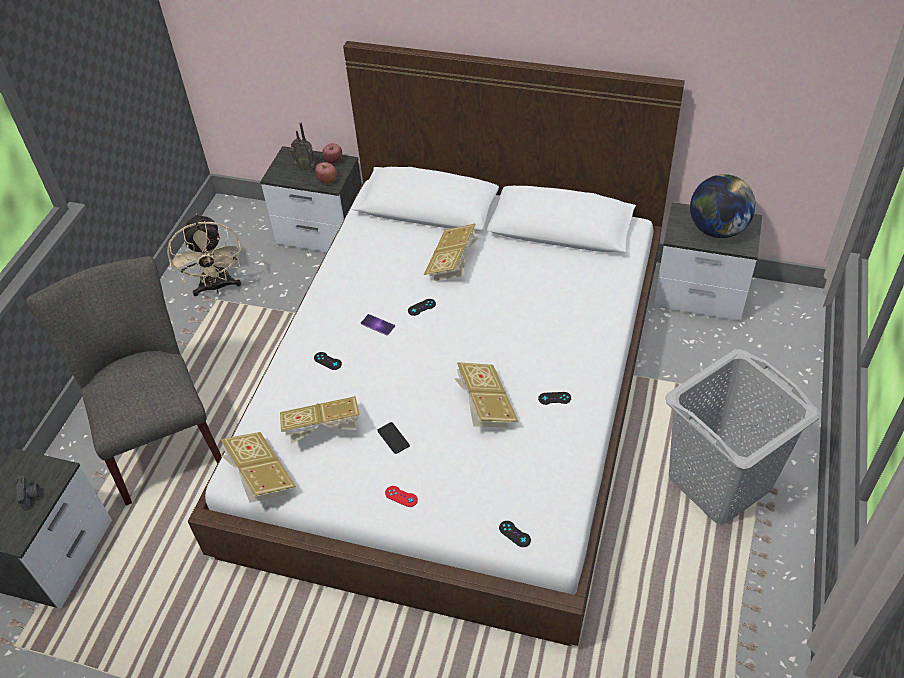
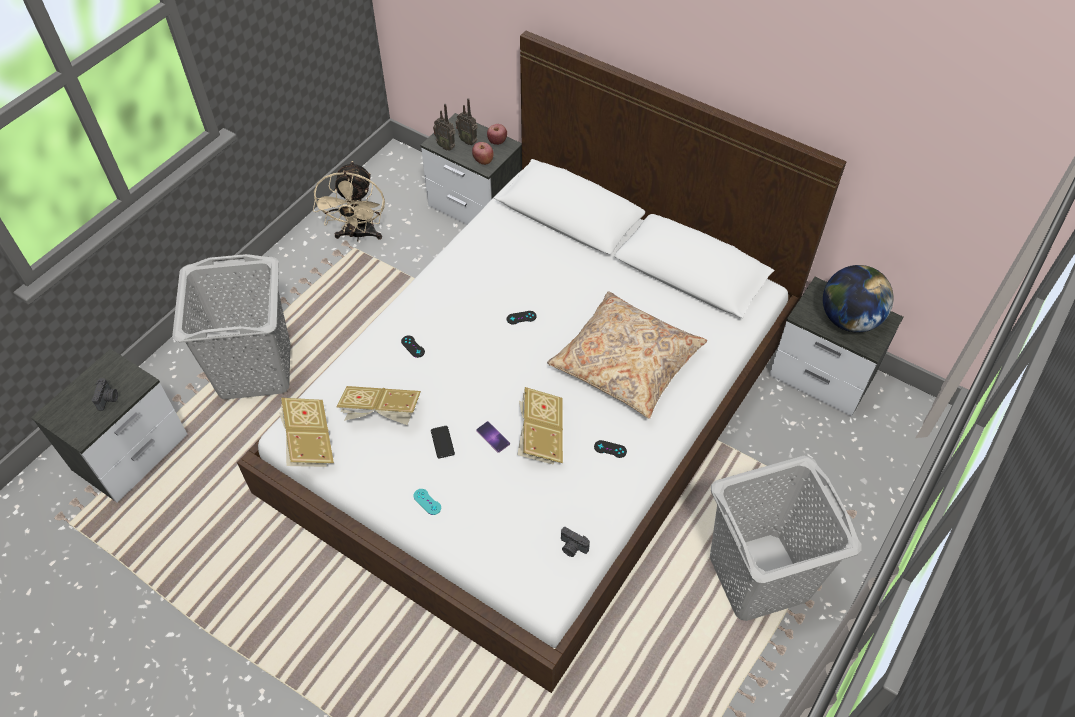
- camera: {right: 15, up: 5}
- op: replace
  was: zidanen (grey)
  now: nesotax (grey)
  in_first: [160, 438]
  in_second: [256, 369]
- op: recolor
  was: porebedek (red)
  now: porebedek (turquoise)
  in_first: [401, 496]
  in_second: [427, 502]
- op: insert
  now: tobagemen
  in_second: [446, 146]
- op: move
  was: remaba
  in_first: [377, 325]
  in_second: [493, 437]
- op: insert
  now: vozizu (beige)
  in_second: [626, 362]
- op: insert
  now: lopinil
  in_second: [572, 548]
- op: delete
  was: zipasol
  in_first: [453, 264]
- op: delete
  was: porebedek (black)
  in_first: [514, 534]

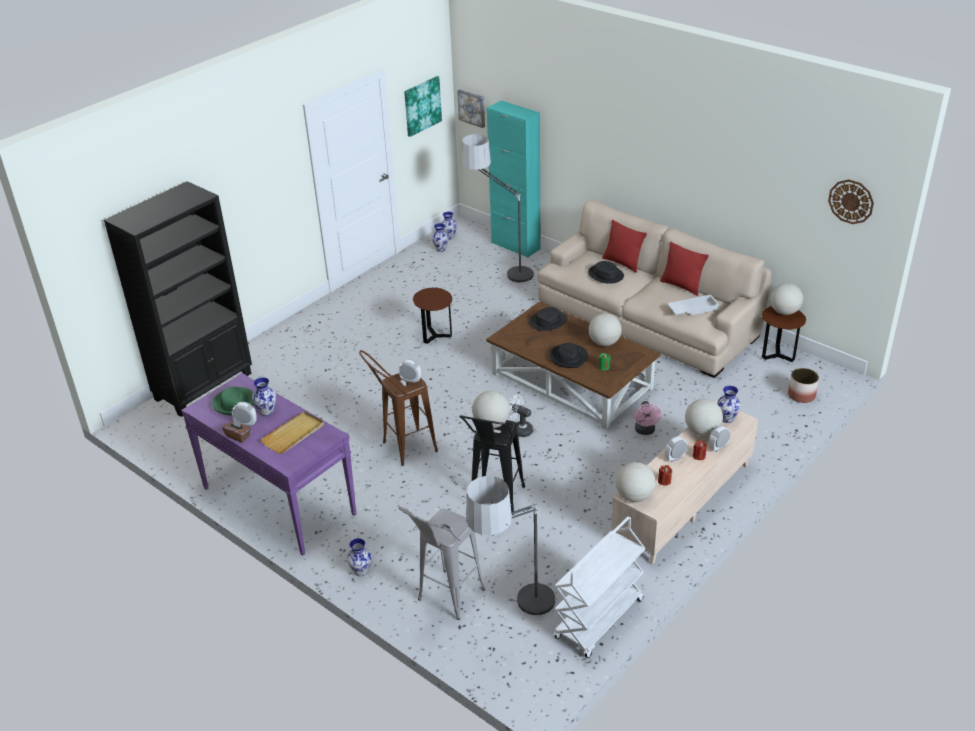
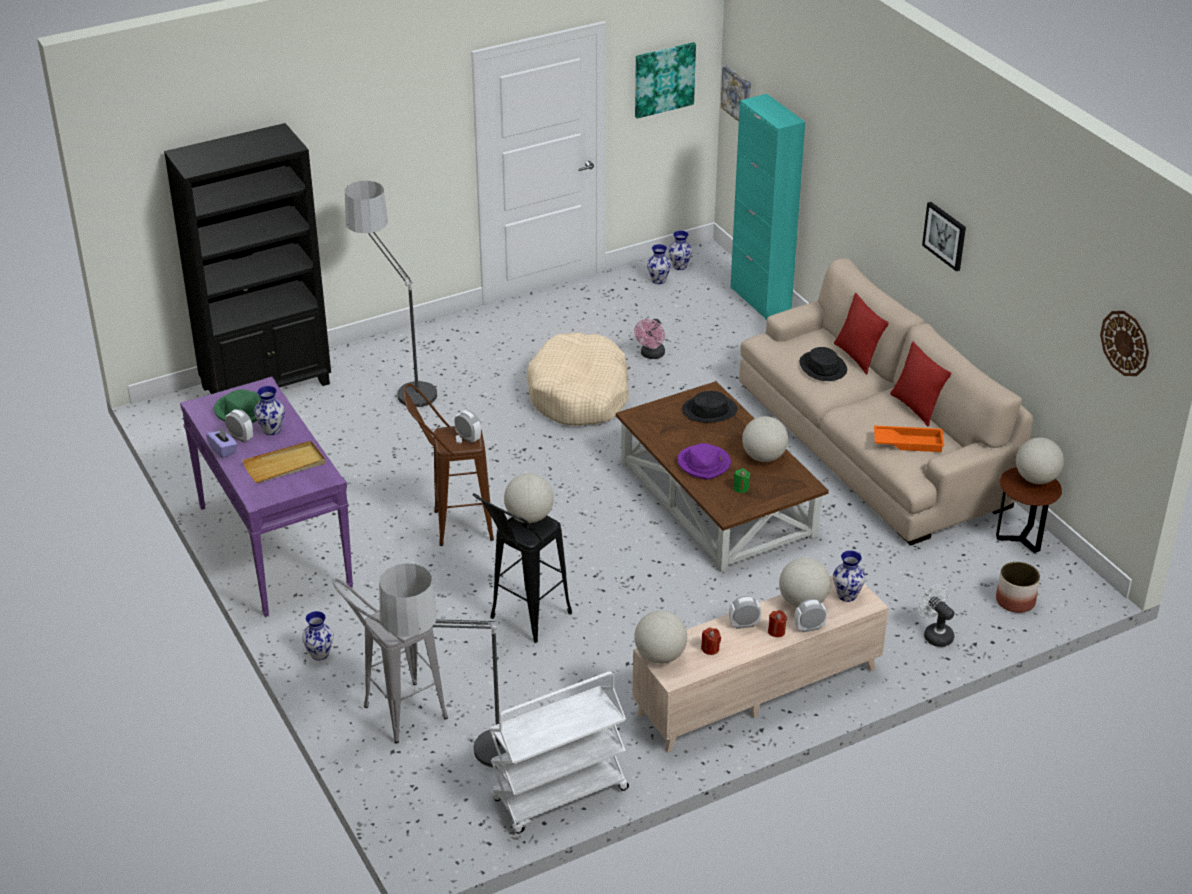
- camera: {right: 20, up: 0}
- op: recolor
  was: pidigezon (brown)
  now: pidigezon (purple)
  in_first: [238, 436]
  in_second: [223, 450]
- op: move
  was: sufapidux
  in_first: [500, 271]
  in_second: [397, 383]
- op: replace
  was: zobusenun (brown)
  now: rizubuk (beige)
  in_first: [435, 336]
  in_second: [579, 394]
- op: move
  was: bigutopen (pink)
  in_first: [645, 431]
  in_second: [651, 355]
- op: recolor
  was: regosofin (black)
  now: regosofin (purple)
  in_first: [568, 357]
  in_second: [704, 464]
- op: recolor
  was: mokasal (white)
  now: mokasal (orange)
  in_first: [692, 308]
  in_second: [908, 442]
- op: move
  was: bigutopen (white)
  in_first: [519, 429]
  in_second: [935, 634]
- op: insert
  now: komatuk
  in_second: [945, 235]

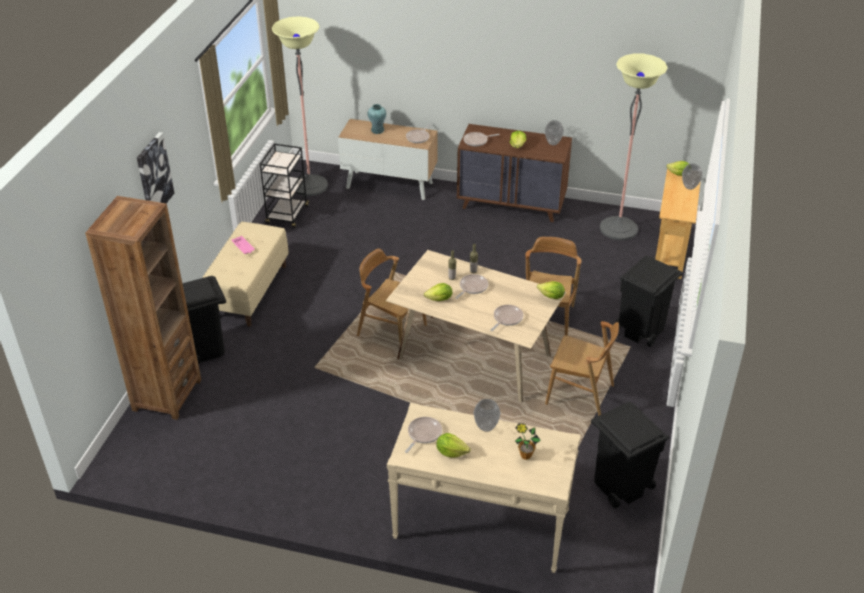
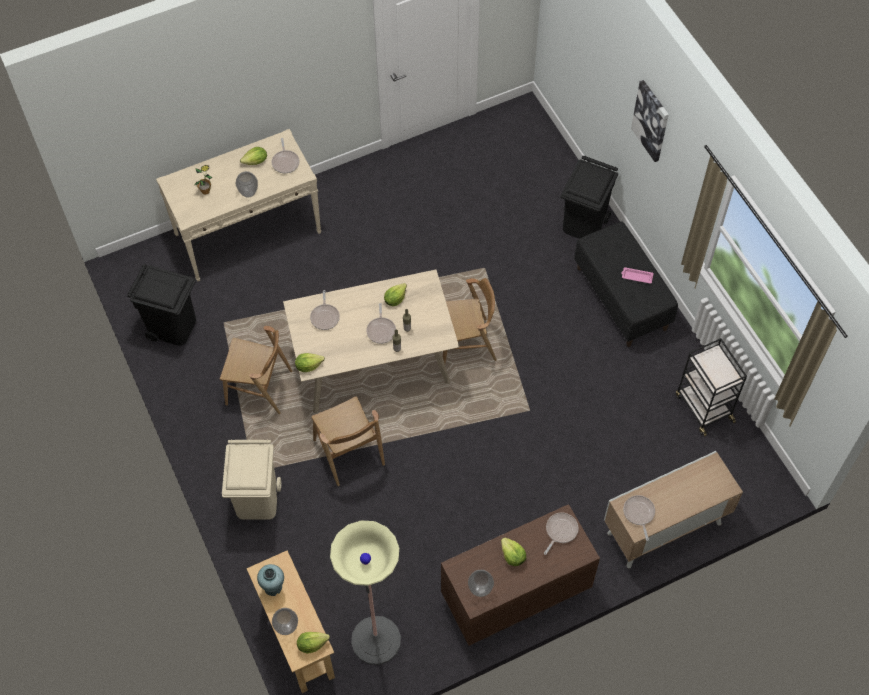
- camera: {right: 140, up: 20}
- op: rotate
  was: zidanen (brown)
  in_first: [580, 395]
  in_second: [259, 388]
  clockwise: -150
- op: recolor
  was: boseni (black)
  now: boseni (beige)
  in_first: [641, 329]
  in_second: [257, 500]
- op: move
  was: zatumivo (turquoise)
  in_first: [377, 130]
  in_second: [273, 587]
- op: recolor
  was: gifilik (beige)
  now: gifilik (black)
  in_first: [248, 291]
  in_second: [622, 298]
- op: delete
  was: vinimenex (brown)
  in_first: [167, 395]
- op: delete
  was: sufapidux
  in_first: [309, 186]

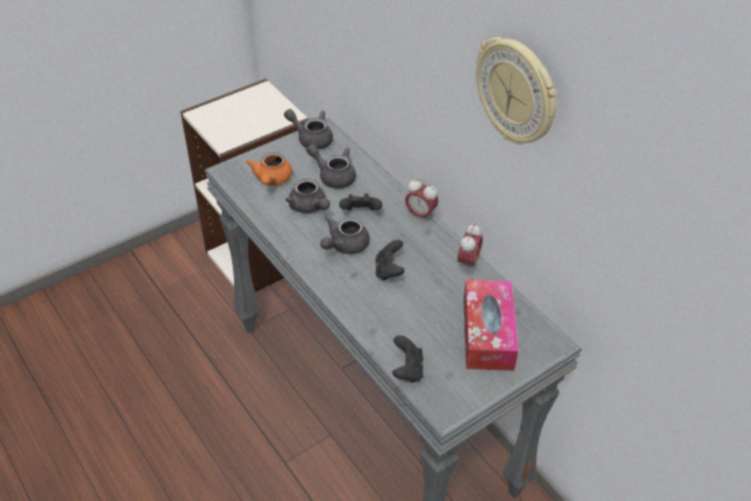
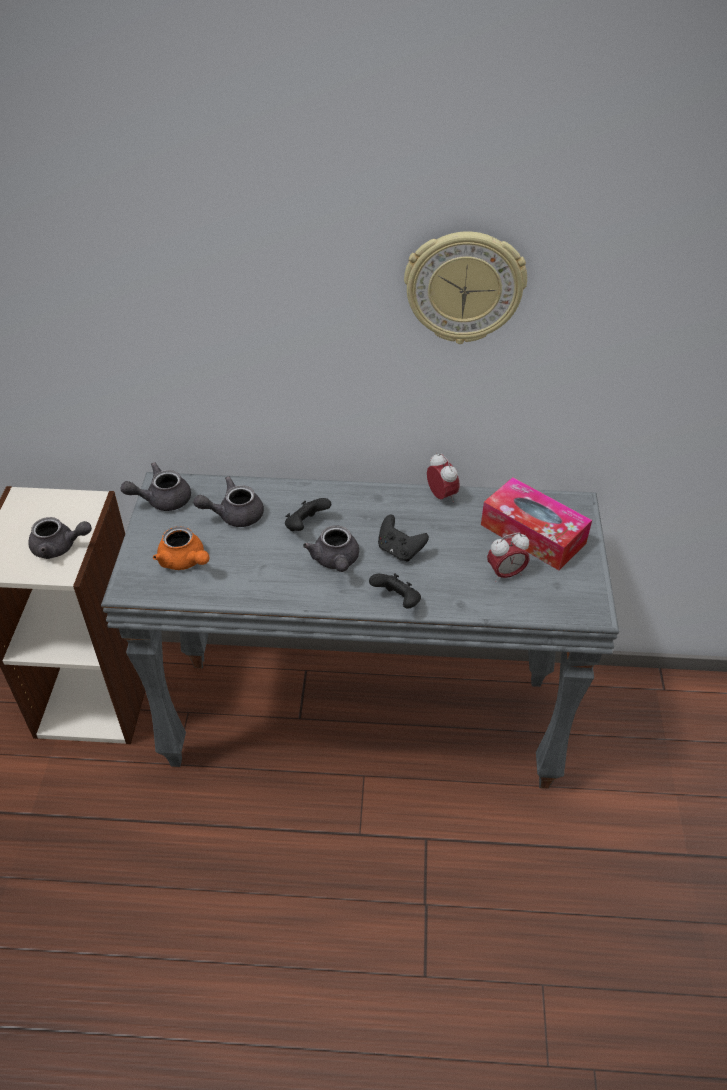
- camera: {right: -50, up: 0}
- op: move
  was: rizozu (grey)
  in_first: [309, 207]
  in_second: [60, 547]
- op: move
  was: porebedek (black)
  in_first: [407, 370]
  in_second: [397, 601]
- op: move
  was: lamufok
  in_first: [420, 214]
  in_second: [505, 574]

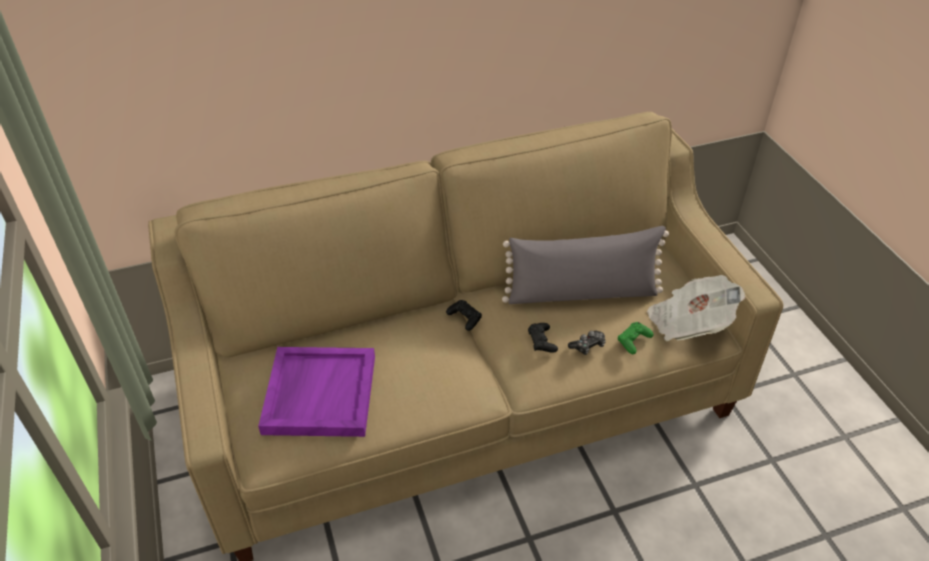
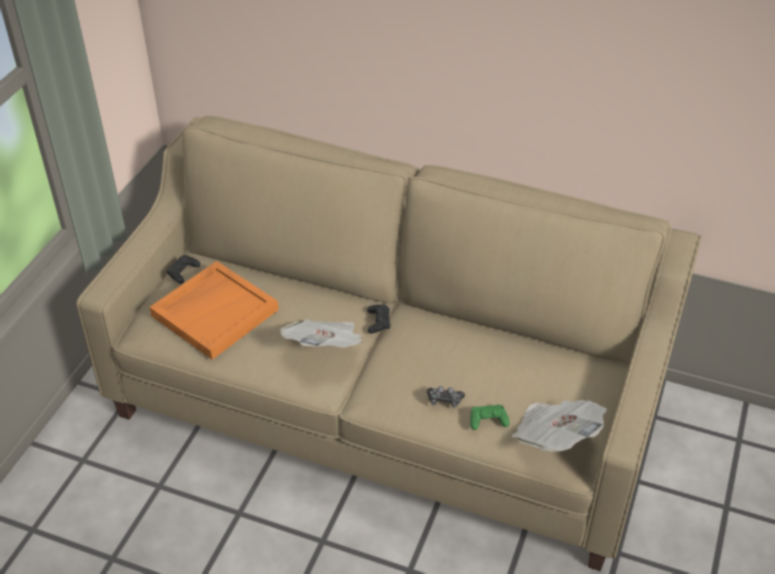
- camera: {right: 40, up: 0}
- op: recolor
  was: mokasal (purple)
  now: mokasal (orange)
  in_first: [319, 393]
  in_second: [215, 312]
- op: move
  was: porebedek (black)
  in_first: [542, 341]
  in_second: [183, 272]
- op: insert
  now: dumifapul
  in_second: [325, 348]
- op: delete
  was: vozizu (grey)
  in_first: [582, 293]

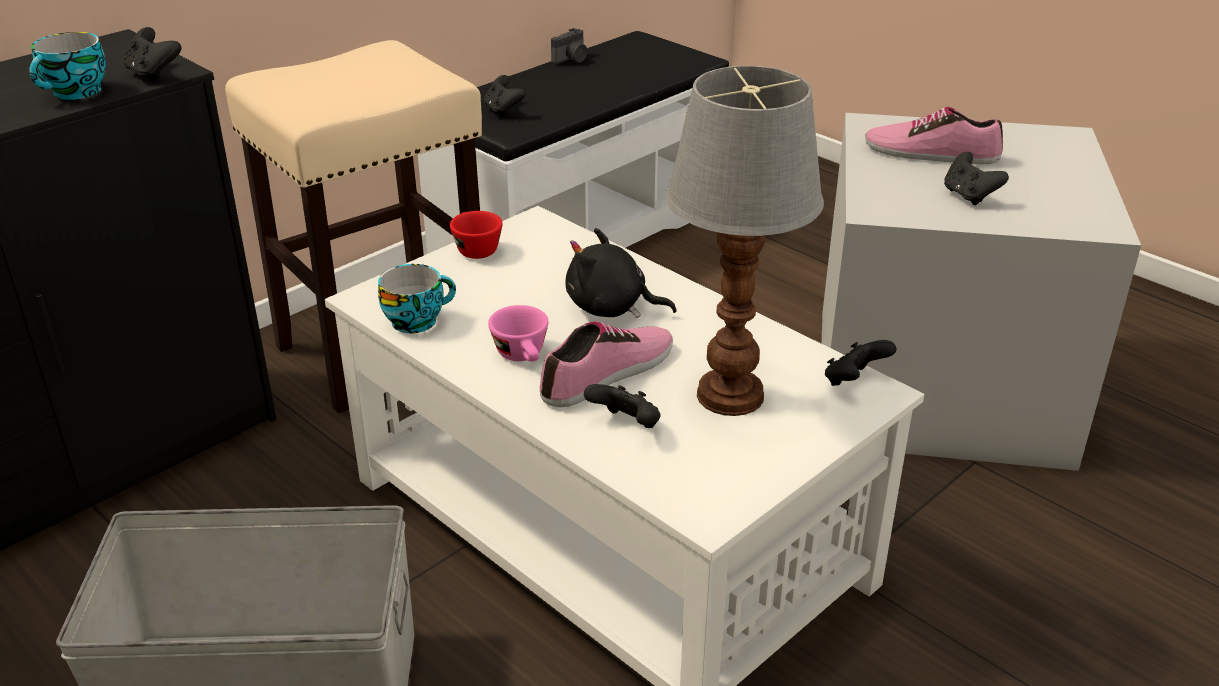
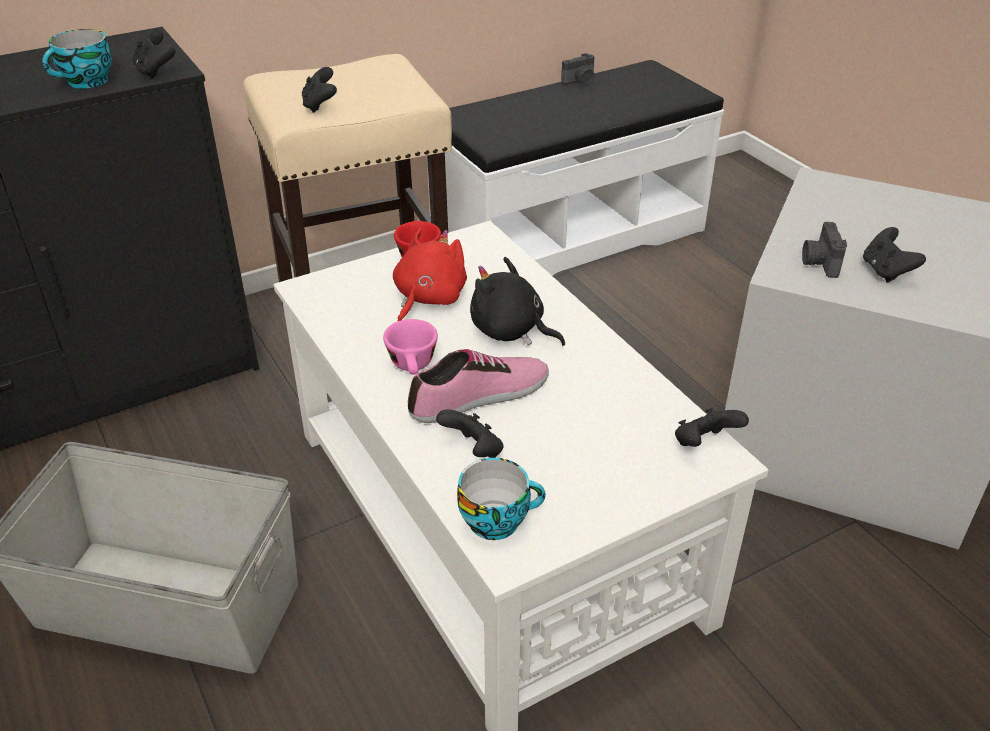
- camera: {right: 15, up: 5}
- op: move
  was: porebedek (black)
  in_first: [503, 110]
  in_second: [320, 105]
- op: insert
  now: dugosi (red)
  in_second: [428, 298]
- op: move
  was: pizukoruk
  in_first: [417, 320]
  in_second: [497, 520]
- op: insert
  now: lopinil
  in_second: [819, 263]
- op: delete
  was: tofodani
  in_first: [731, 394]
- op: delete
  was: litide
  in_first: [931, 153]

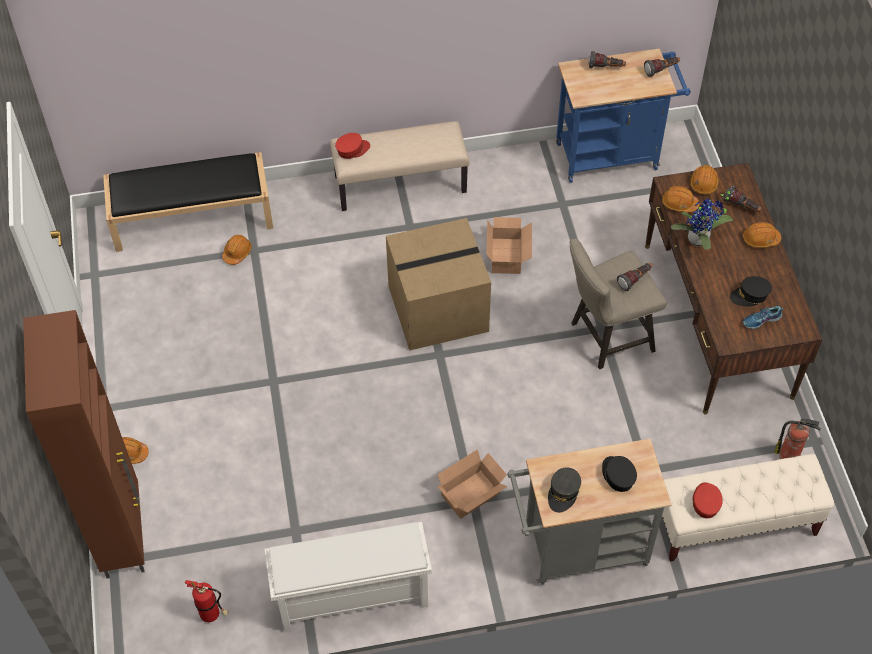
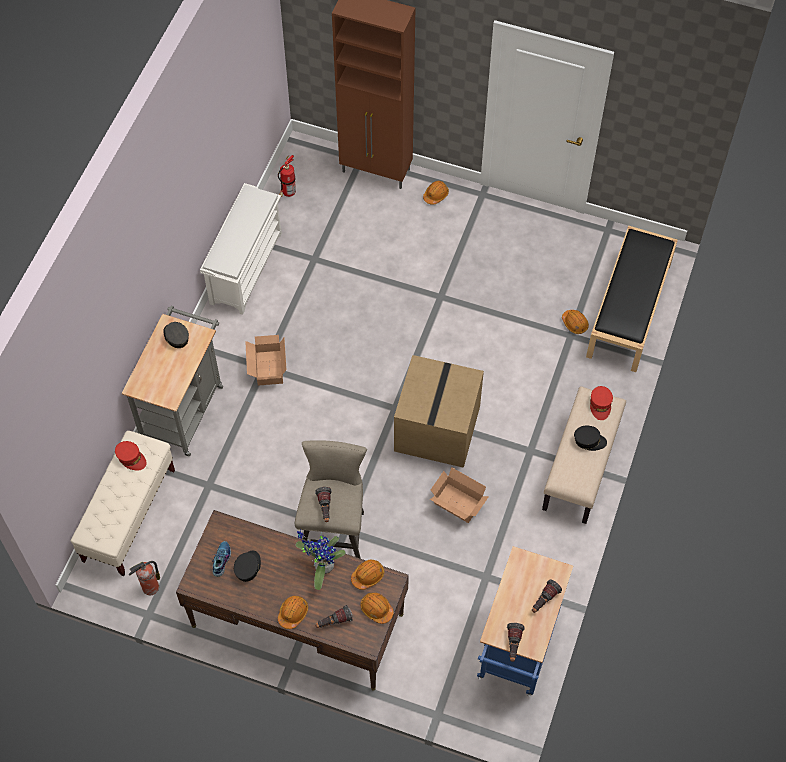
- camera: {right: 120, up: 5}
- op: move
  was: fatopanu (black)
  in_first: [618, 476]
  in_second: [589, 441]

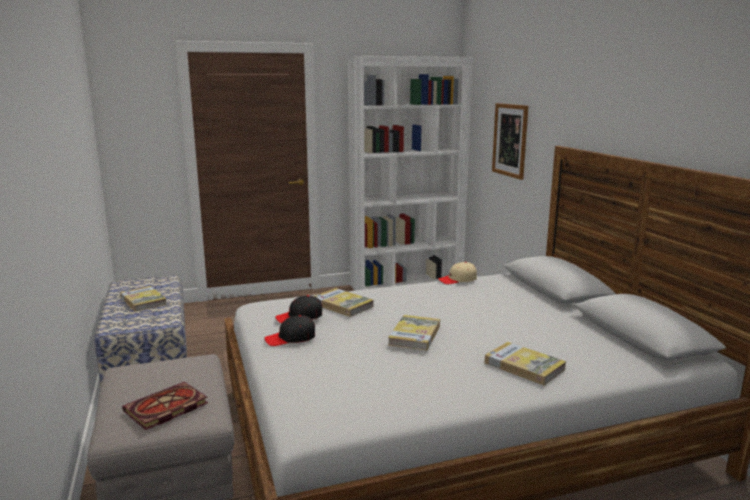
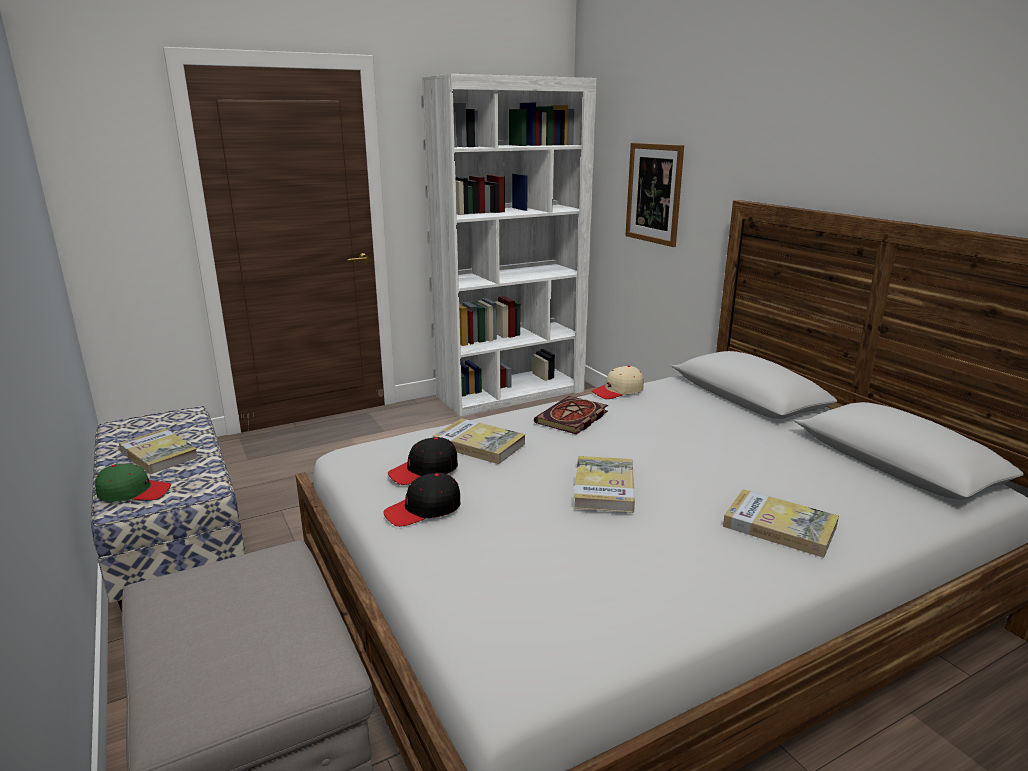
- camera: {right: -10, up: 5}
- op: insert
  now: fatopanu (green)
  in_second: [134, 492]
- op: move
  was: zipasol
  in_first: [165, 409]
  in_second: [572, 418]

